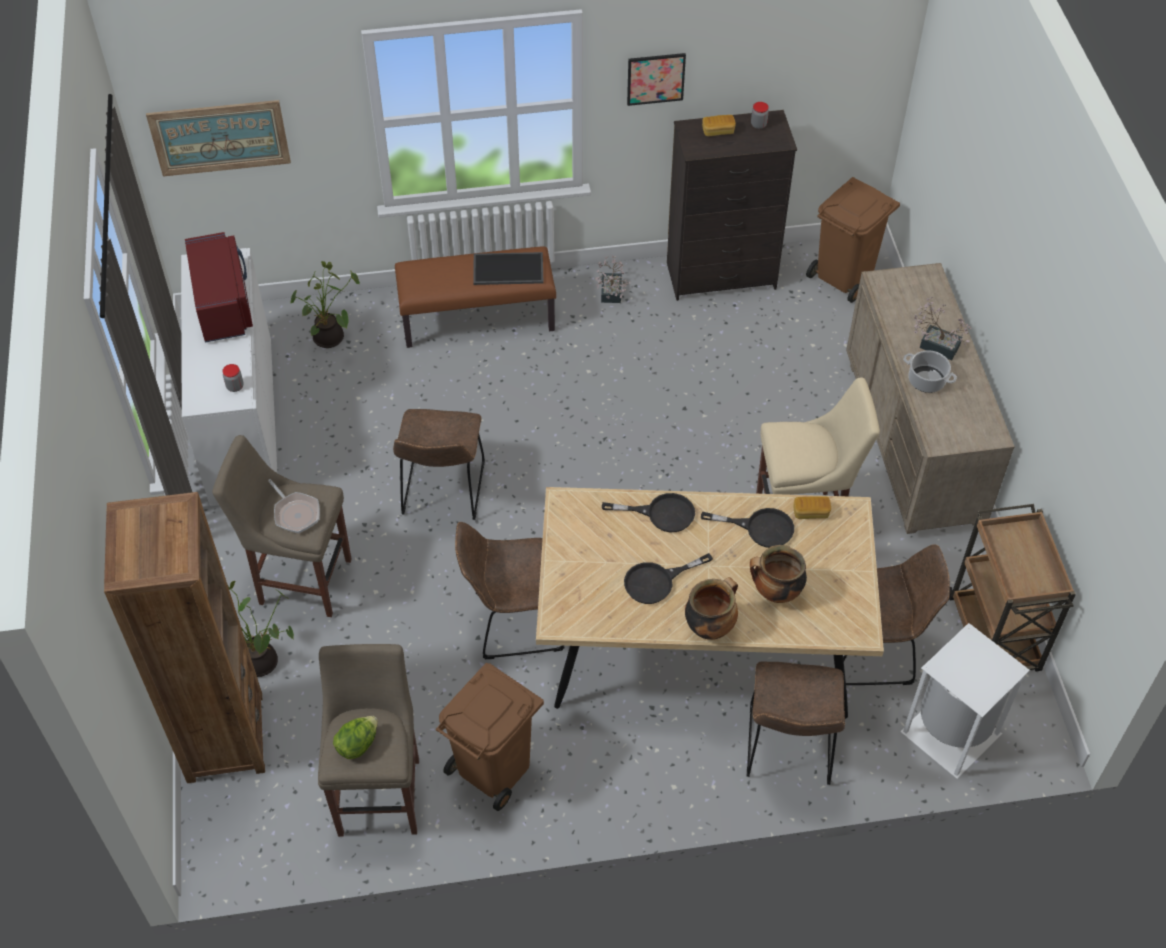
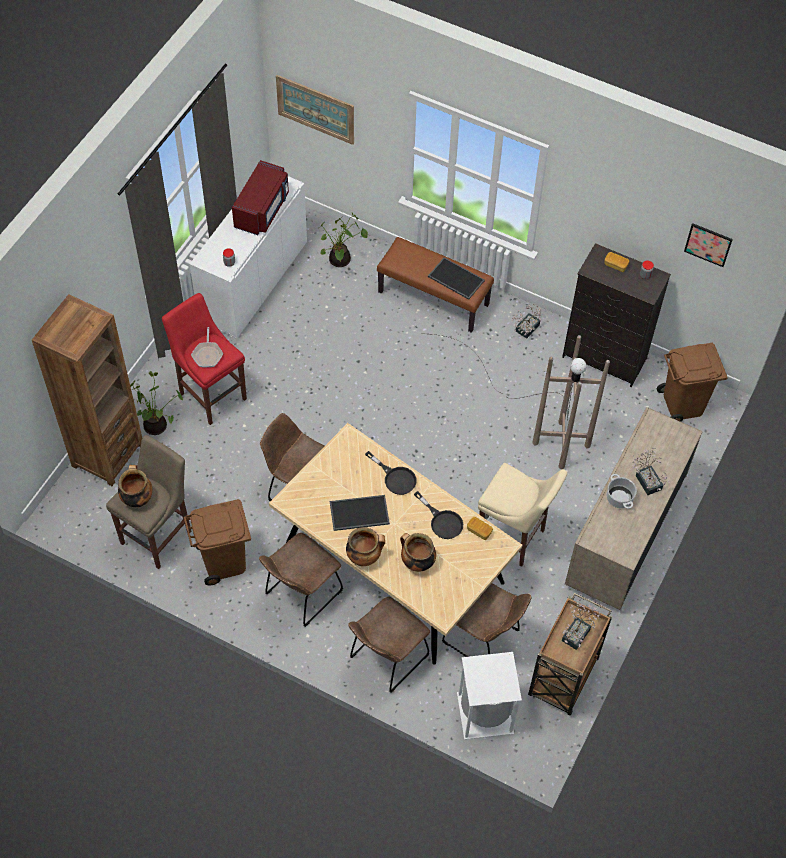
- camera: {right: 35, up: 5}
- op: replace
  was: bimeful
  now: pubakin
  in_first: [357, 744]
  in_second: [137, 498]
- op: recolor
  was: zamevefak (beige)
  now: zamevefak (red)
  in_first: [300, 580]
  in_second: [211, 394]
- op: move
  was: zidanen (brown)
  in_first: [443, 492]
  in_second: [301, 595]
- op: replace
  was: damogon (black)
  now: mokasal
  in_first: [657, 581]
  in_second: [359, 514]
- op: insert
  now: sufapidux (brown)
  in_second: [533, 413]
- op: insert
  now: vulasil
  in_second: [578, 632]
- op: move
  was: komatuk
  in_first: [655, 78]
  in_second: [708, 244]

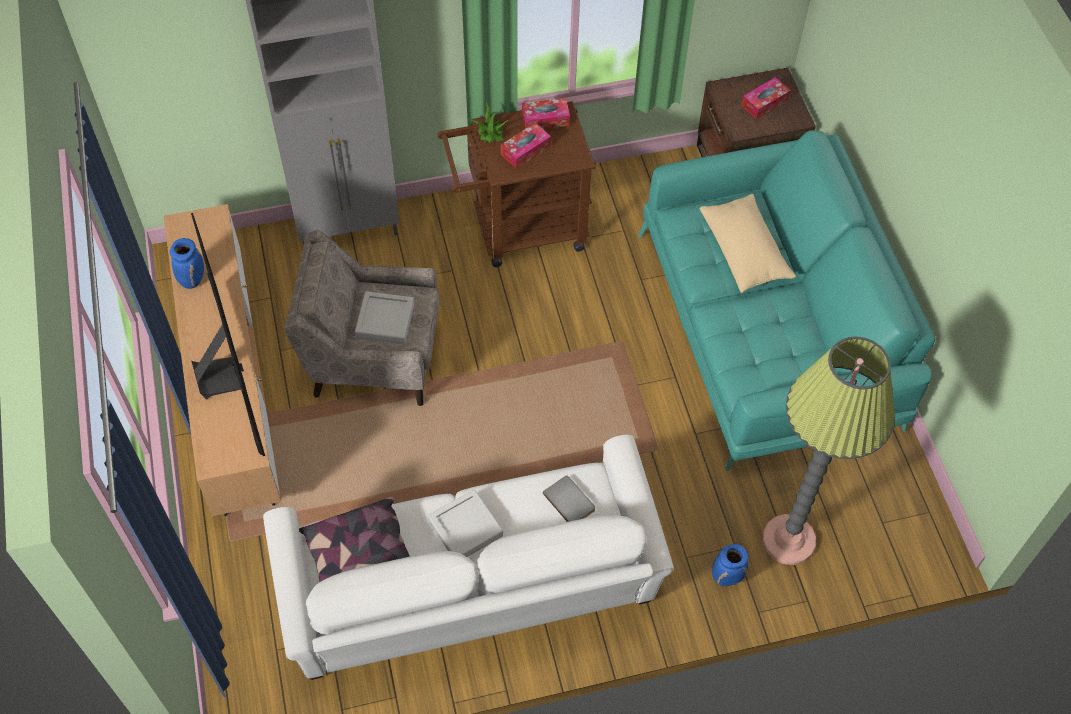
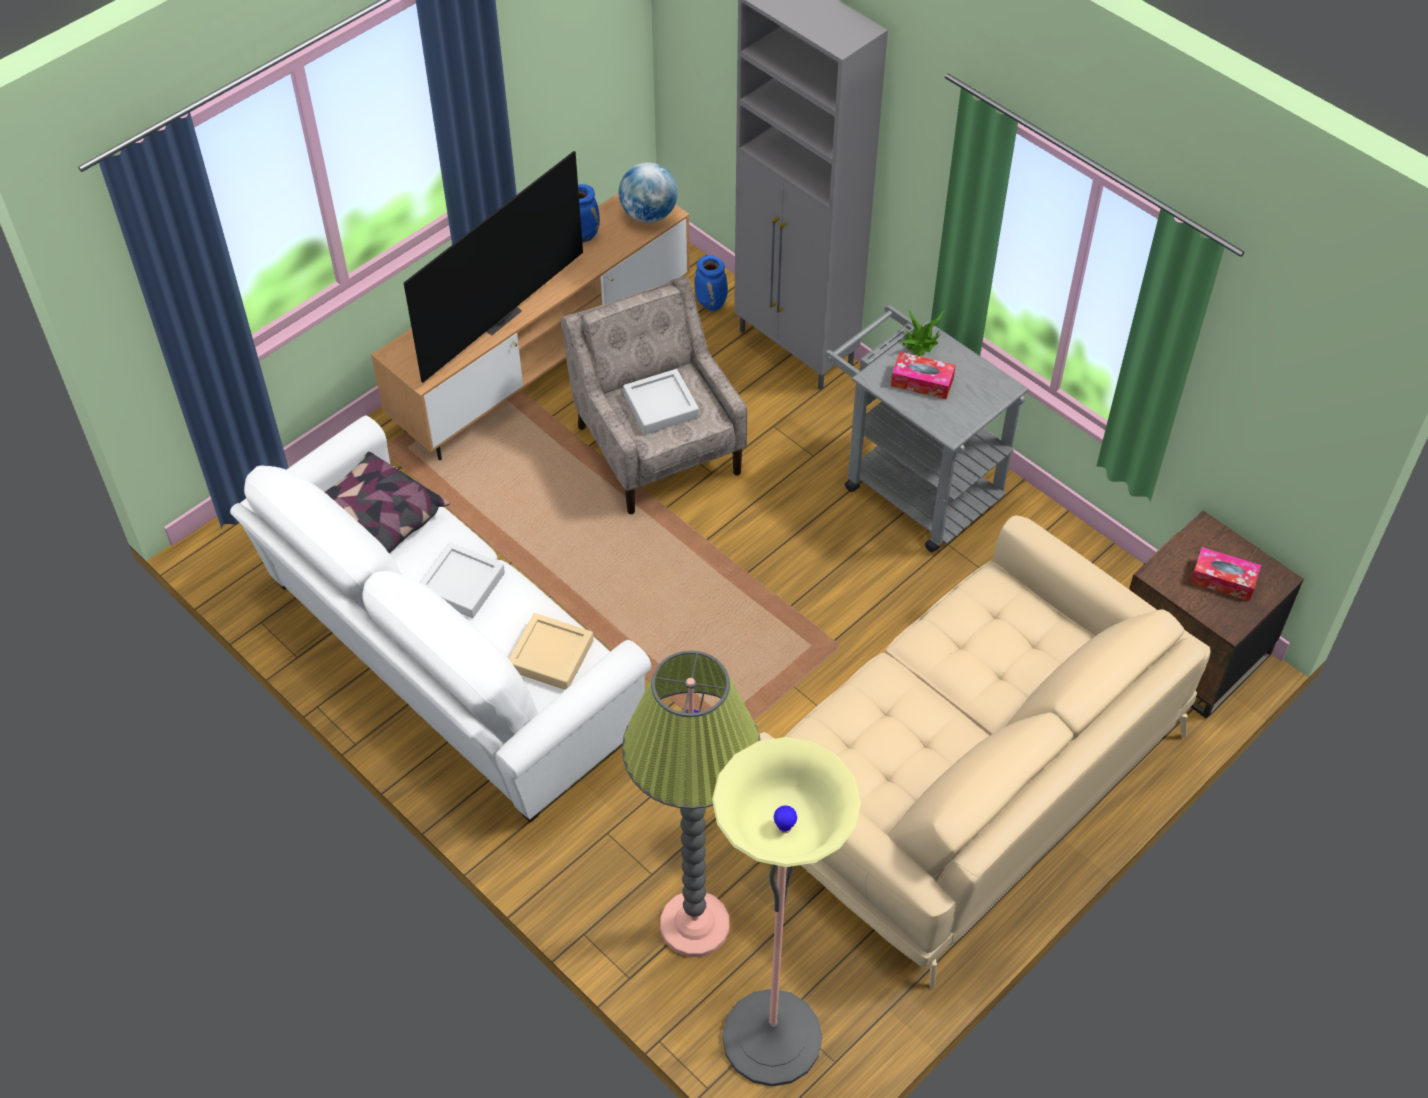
- camera: {right: 60, up: -5}
- op: replace
  was: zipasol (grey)
  now: mokasal (beige)
  in_first: [570, 501]
  in_second: [551, 655]
- op: insert
  now: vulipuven
  in_second: [648, 215]
- op: move
  was: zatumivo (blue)
  in_first: [727, 577]
  in_second: [711, 304]
- op: insert
  now: sufapidux
  in_second: [772, 1038]
- op: recolor
  was: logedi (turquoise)
  now: logedi (beige)
  in_first: [767, 331]
  in_second: [964, 780]
- op: recolor
  was: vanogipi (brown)
  now: vanogipi (grey)
  in_first: [518, 230]
  in_second: [912, 485]
- op: delete
  was: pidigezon
  in_first: [545, 119]
- op: delete
  was: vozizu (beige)
  in_first: [744, 252]

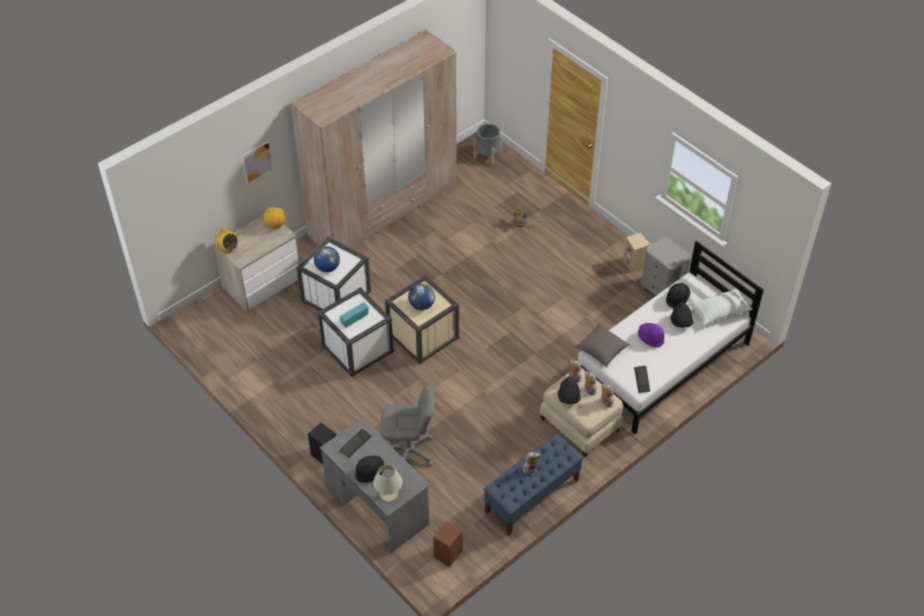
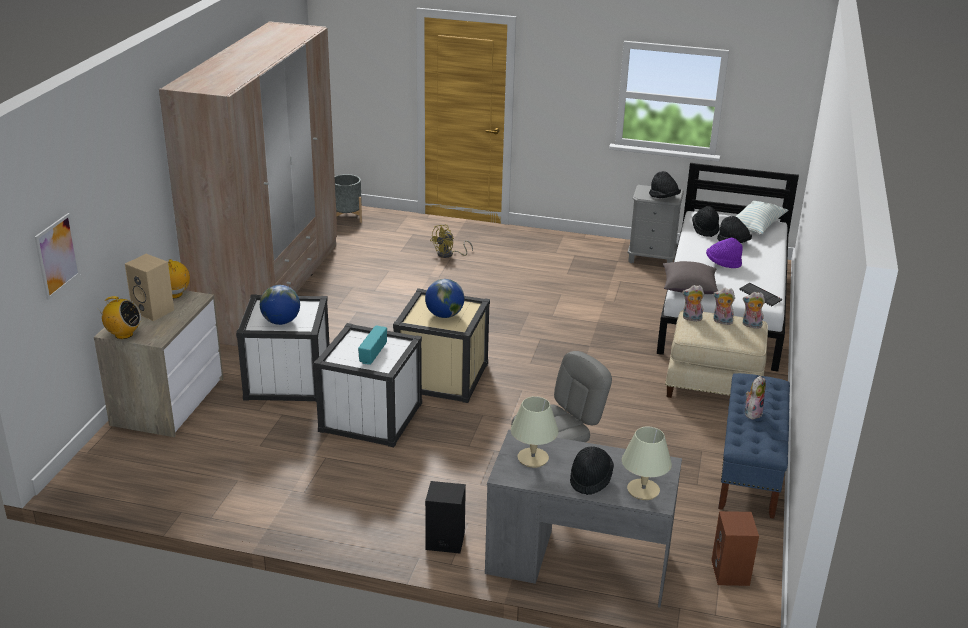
- camera: {right: -35, up: -20}
- op: move
  was: komatuk
  in_first: [257, 162]
  in_second: [57, 256]
- op: move
  was: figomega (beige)
  in_first: [635, 263]
  in_second: [154, 311]
- op: replace
  was: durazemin
  now: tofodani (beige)
  in_first: [355, 443]
  in_second: [532, 458]
- op: move
  was: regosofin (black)
  in_first: [568, 397]
  in_second: [663, 198]

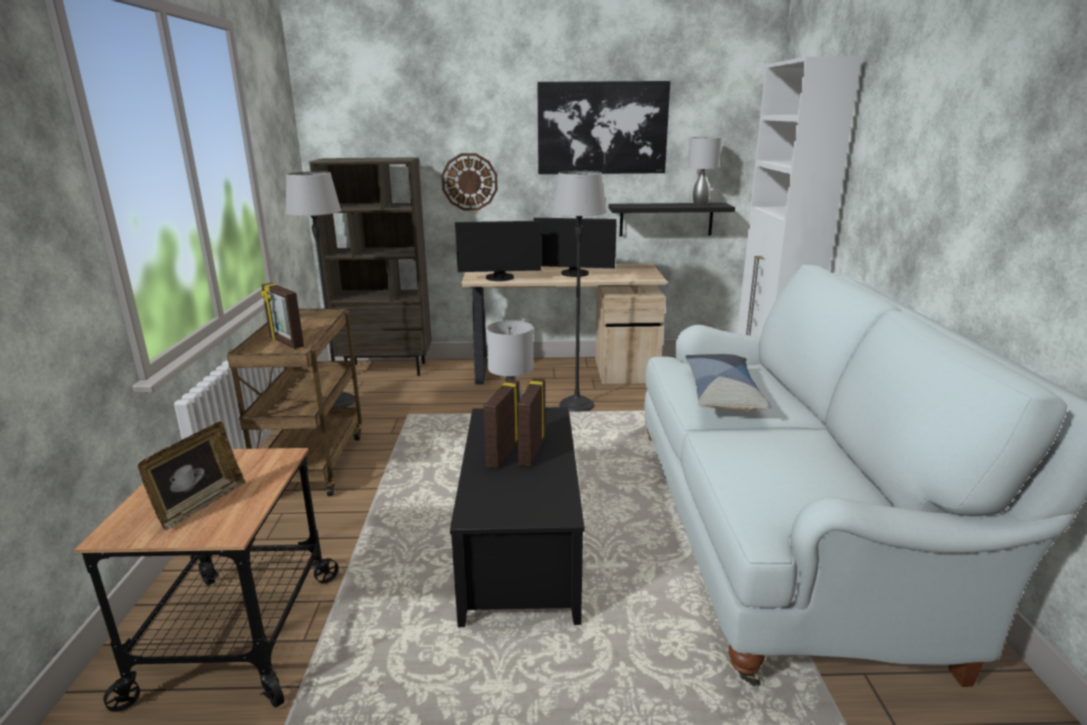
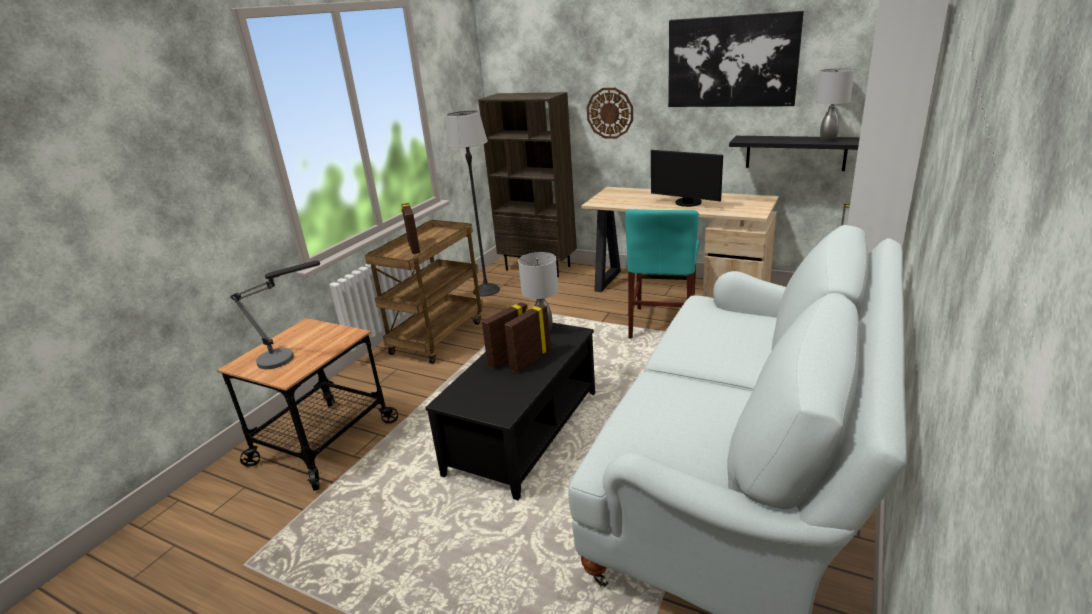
- camera: {right: 30, up: 5}
- op: replace
  was: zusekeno
  now: tofodani
  in_first: [199, 505]
  in_second: [287, 357]
- op: replace
  was: sufapidux
  now: zidanen (turquoise)
  in_first: [576, 405]
  in_second: [662, 324]
- op: delete
  was: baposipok
  in_first: [500, 278]
- op: delete
  was: vozizu
  in_first: [723, 393]

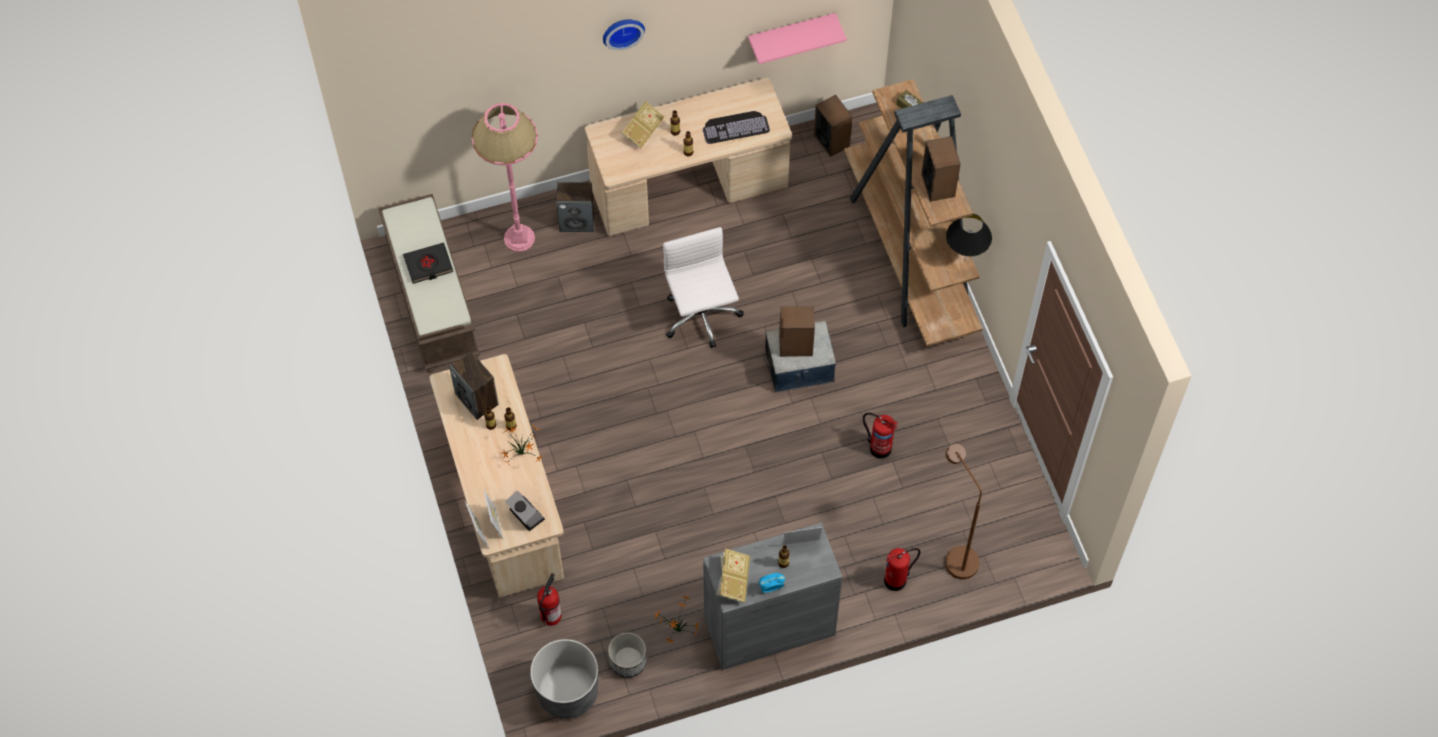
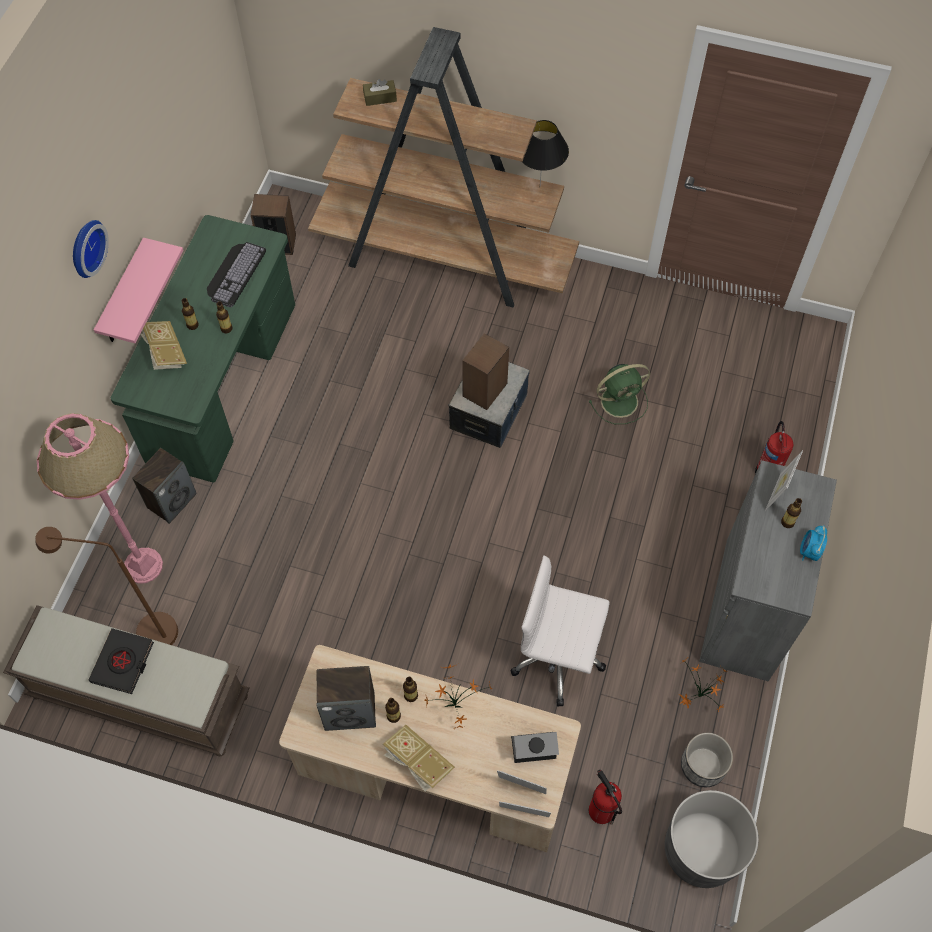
- camera: {right: -55, up: 0}
- op: move
  was: sufapidux (brown)
  in_first: [955, 556]
  in_second: [145, 633]
- op: move
  was: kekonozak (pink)
  in_first: [791, 34]
  in_second: [123, 295]
- op: recolor
  was: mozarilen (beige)
  now: mozarilen (green)
  in_first: [689, 188]
  in_second: [223, 382]
- op: move
  was: zipasol
  in_first: [733, 581]
  in_second: [417, 763]
- op: move
  was: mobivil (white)
  in_first: [701, 318]
  in_second: [559, 657]
- op: replace
  was: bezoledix
  now: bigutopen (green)
  in_first: [879, 447]
  in_second: [621, 401]
- op: delete
  was: figomega
  in_first: [938, 185]

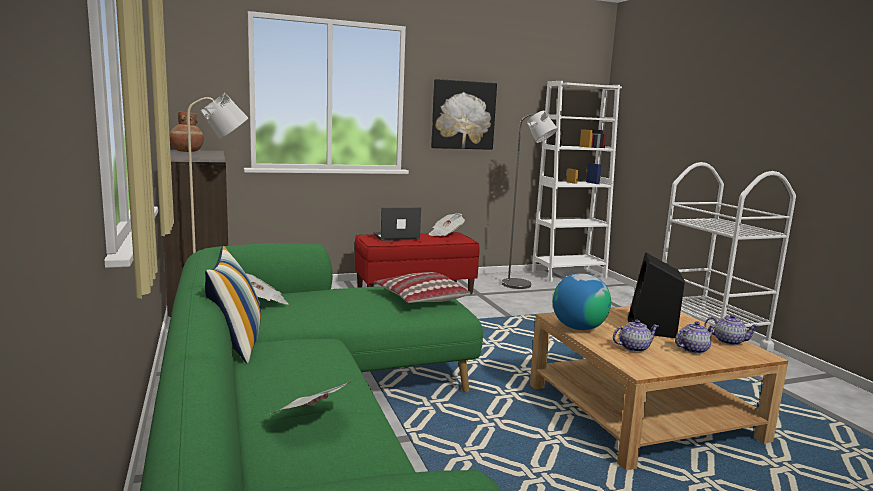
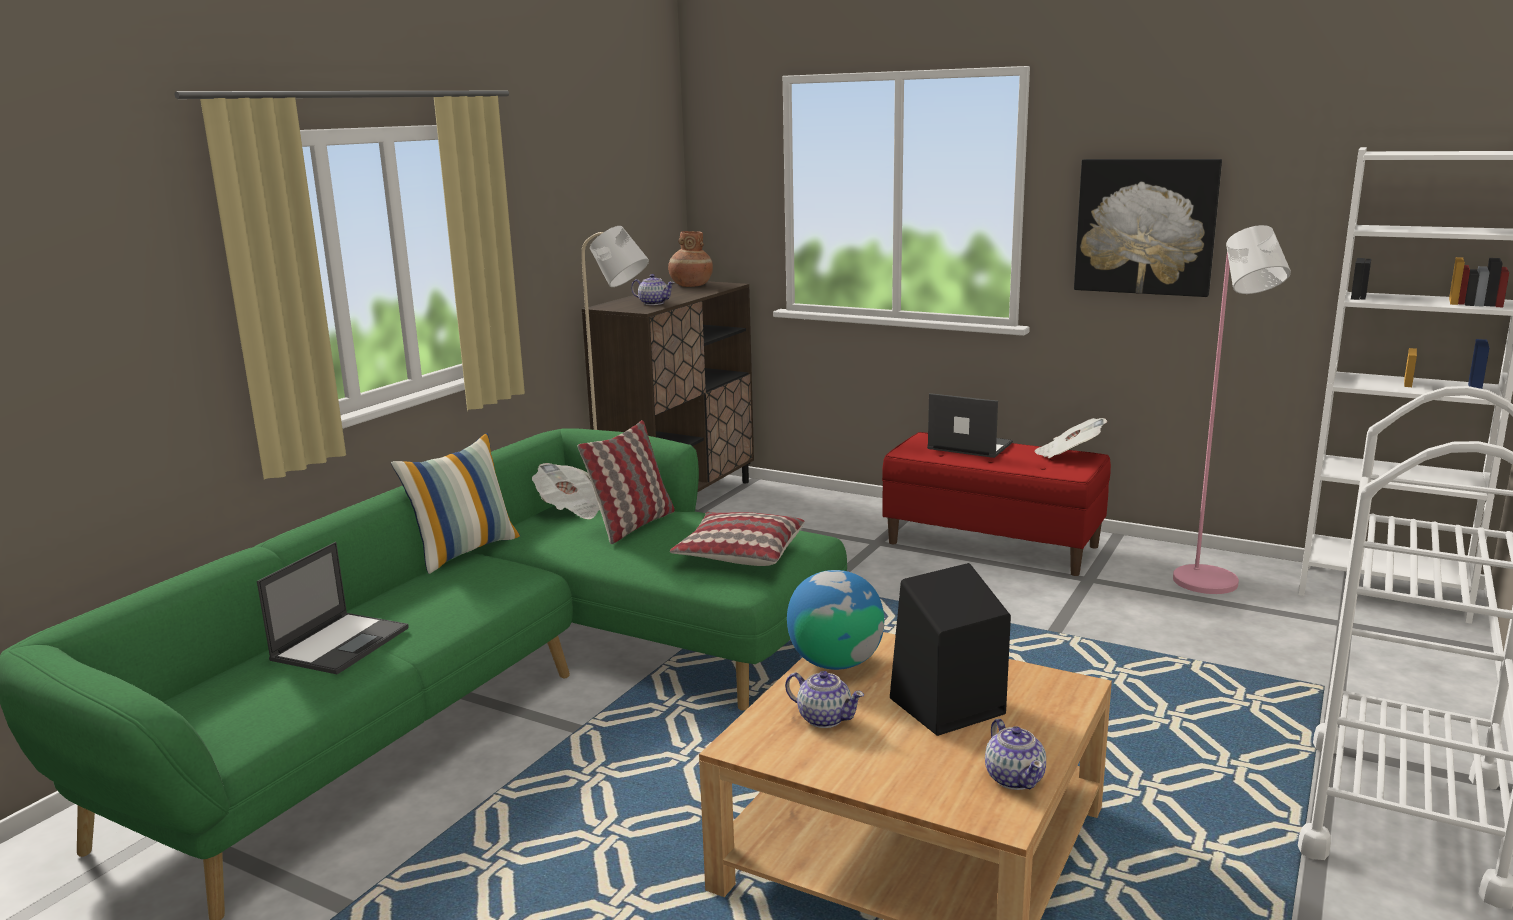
- camera: {right: 50, up: 5}
- op: replace
  was: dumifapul
  now: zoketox
  in_first: [310, 419]
  in_second: [341, 643]
- op: insert
  now: vozizu
  in_second: [632, 525]
- op: move
  was: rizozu
  in_first: [692, 349]
  in_second: [653, 303]
- op: recolor
  was: sufapidux (grey)
  now: sufapidux (pink)
  in_first: [521, 285]
  in_second: [1211, 586]

